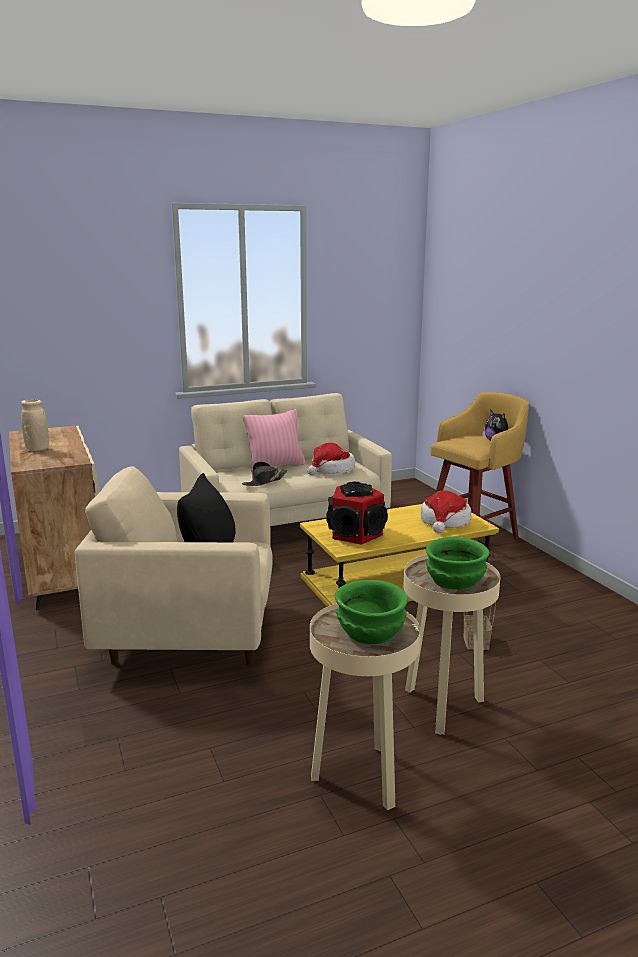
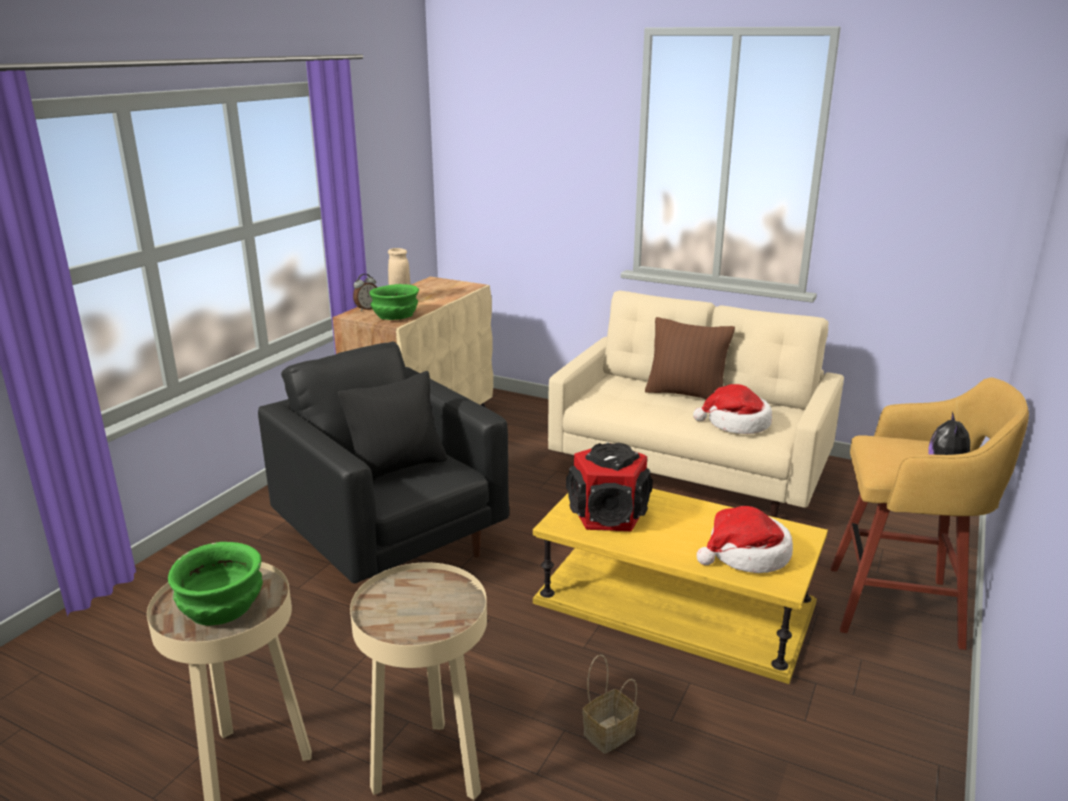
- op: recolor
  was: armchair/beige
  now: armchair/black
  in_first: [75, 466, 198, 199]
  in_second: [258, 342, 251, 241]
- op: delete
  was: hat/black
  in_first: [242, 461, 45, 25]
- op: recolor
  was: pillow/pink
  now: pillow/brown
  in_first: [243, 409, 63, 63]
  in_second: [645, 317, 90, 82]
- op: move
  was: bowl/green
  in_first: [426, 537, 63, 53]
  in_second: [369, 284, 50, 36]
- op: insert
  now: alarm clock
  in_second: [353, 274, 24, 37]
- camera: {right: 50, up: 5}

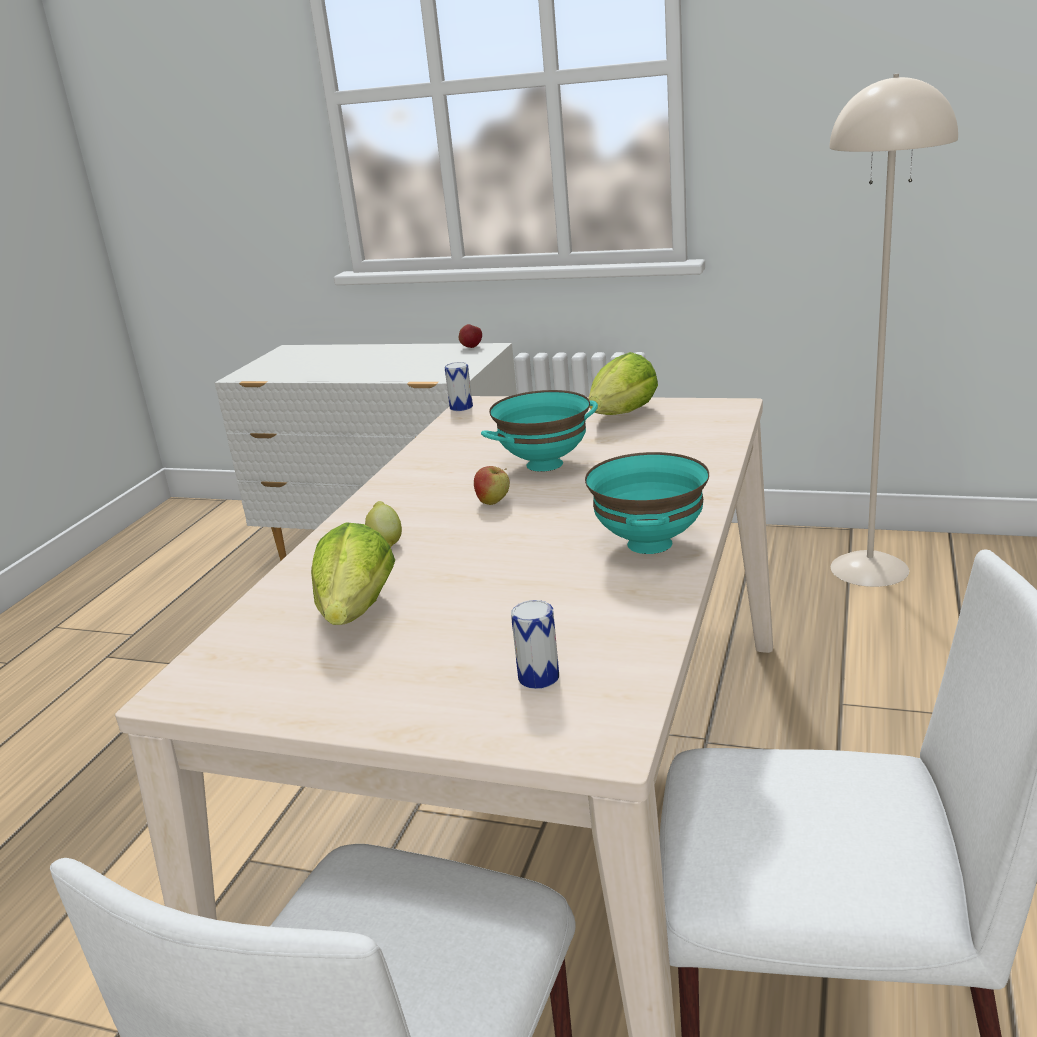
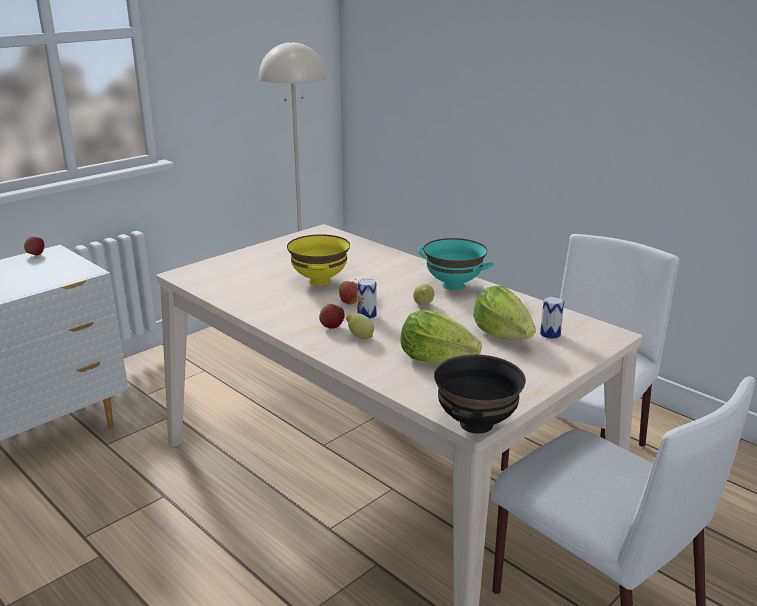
- op: move
  was: can
  in_first: [444, 362, 29, 49]
  in_second: [357, 279, 20, 40]
- op: recolor
  was: bowl/turquoise
  now: bowl/yellow
  in_first: [481, 390, 117, 82]
  in_second: [287, 234, 63, 52]
- op: move
  was: lettuce
  in_first: [588, 352, 70, 63]
  in_second: [473, 286, 63, 54]
- op: insert
  now: apple
  in_second: [319, 304, 26, 25]
- op: insert
  now: lemon
  in_second: [413, 284, 21, 21]
- op: insert
  now: bowl/black
  in_second: [434, 354, 92, 80]
- camera: {right: -65, up: 0}

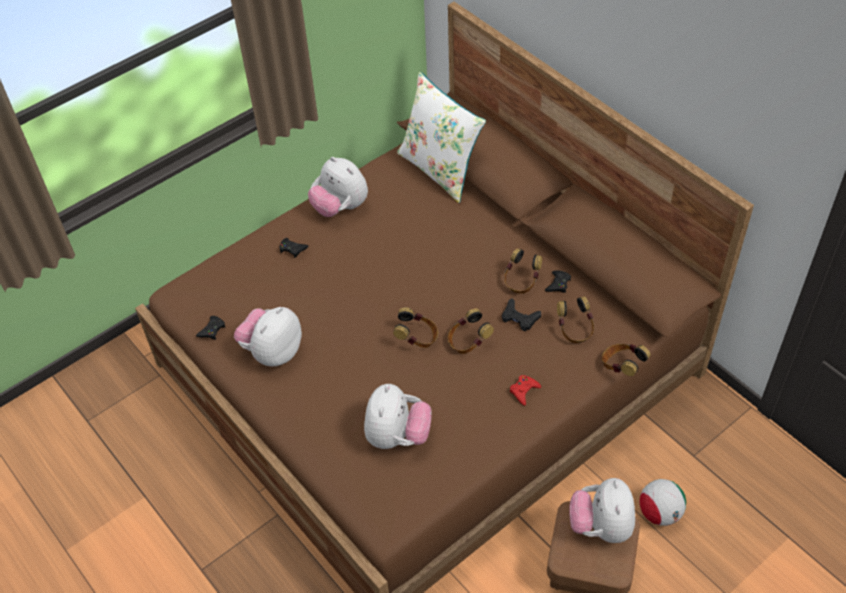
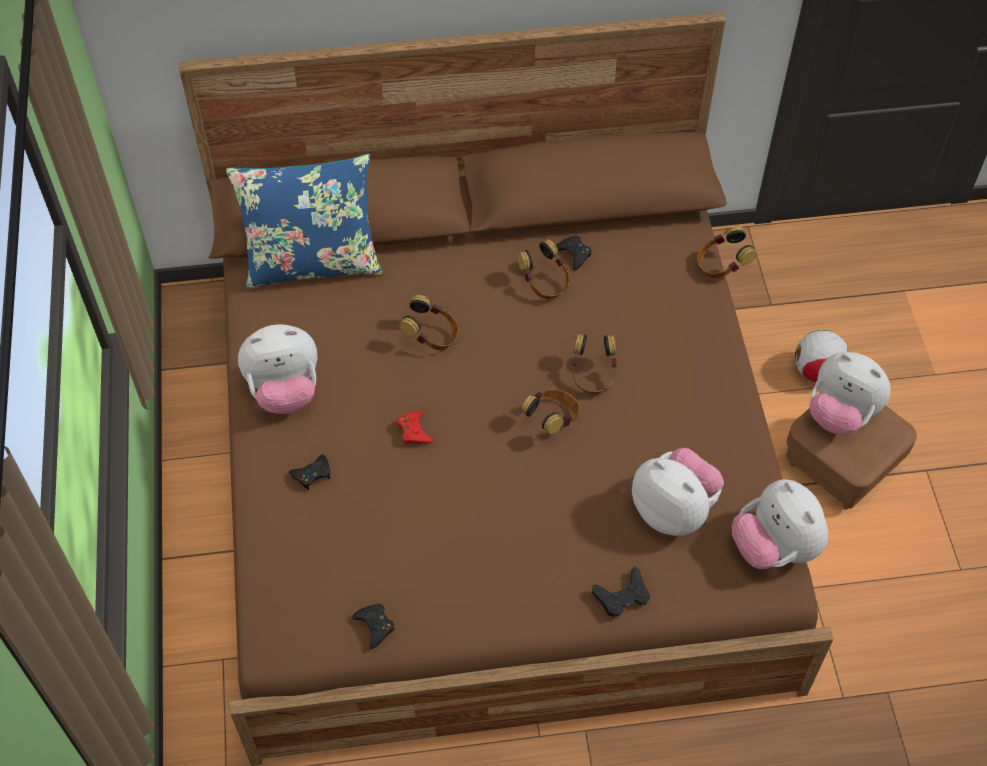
- op: move
  was: plush toy
  in_first: [234, 307, 68, 59]
  in_second: [732, 479, 96, 90]
- op: recolor
  was: pillow/white
  now: pillow/blue
  in_first: [397, 72, 89, 131]
  in_second: [226, 154, 157, 135]
- op: move
  was: game controller/black
  in_first: [502, 298, 39, 33]
  in_second: [592, 566, 58, 52]
- op: move
  was: game controller/red
  in_first: [510, 375, 31, 31]
  in_second: [397, 411, 37, 33]
- op: move
  was: headphones
  in_first: [557, 296, 37, 47]
  in_second: [399, 295, 60, 55]
- camera: {right: -60, up: 5}

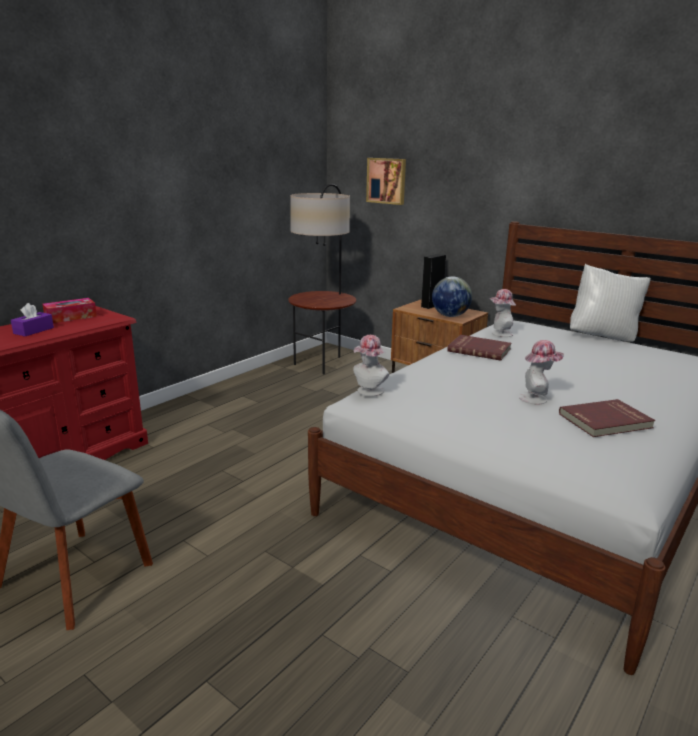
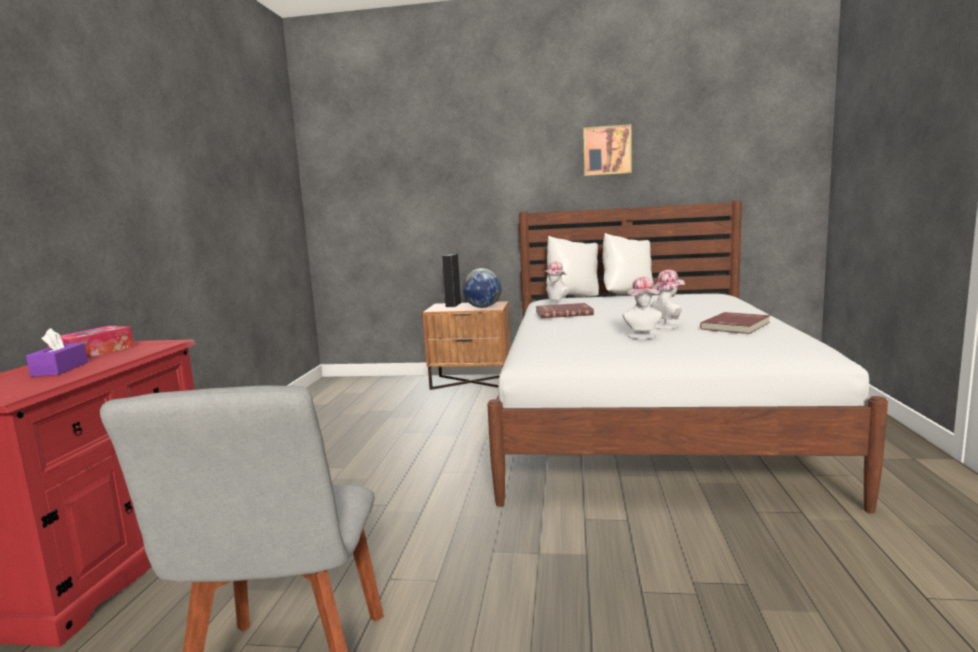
- op: delete
  was: floor lamp
  in_first: [288, 184, 68, 190]
- op: move
  was: hat
  in_first: [353, 335, 36, 61]
  in_second: [622, 277, 40, 62]
- op: move
  was: picture
  in_first: [366, 158, 40, 47]
  in_second: [583, 124, 49, 52]
- op: insert
  now: pillow/white
  in_second: [546, 236, 53, 60]
- camera: {right: -30, up: -10}

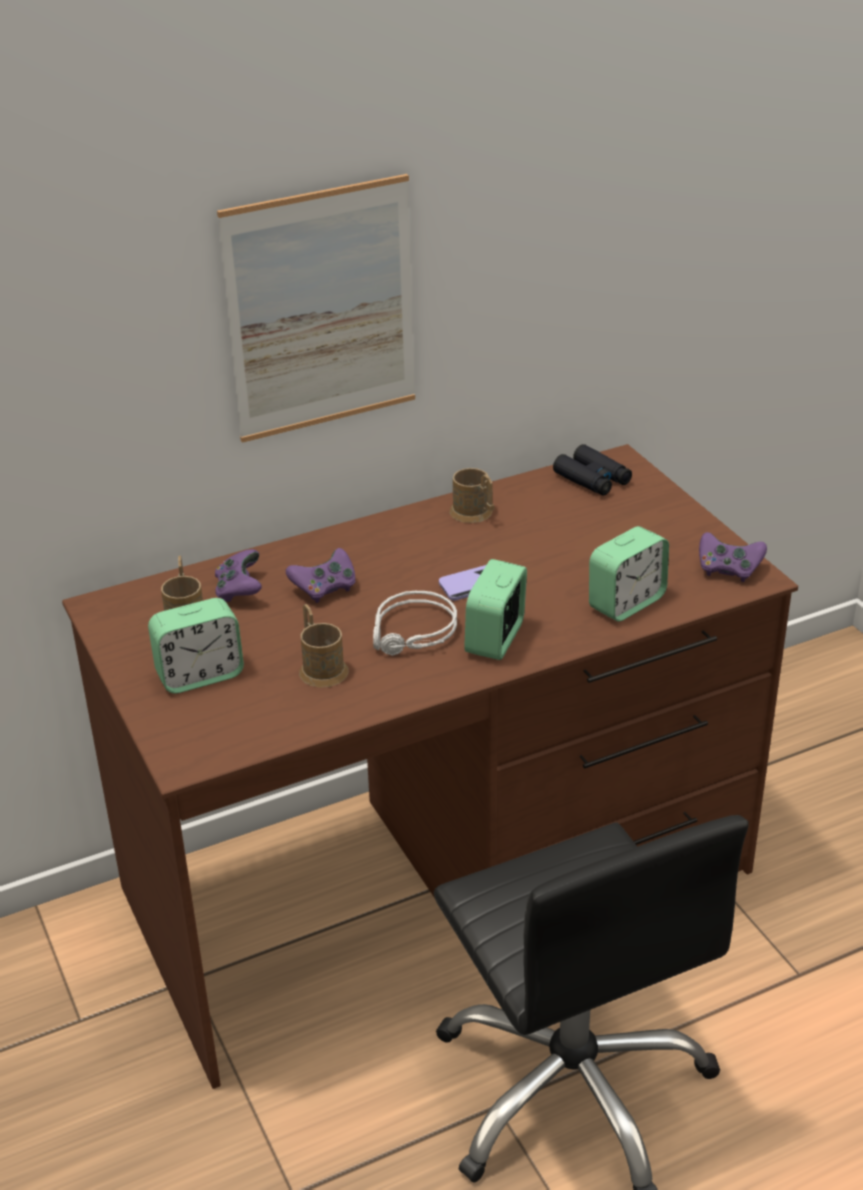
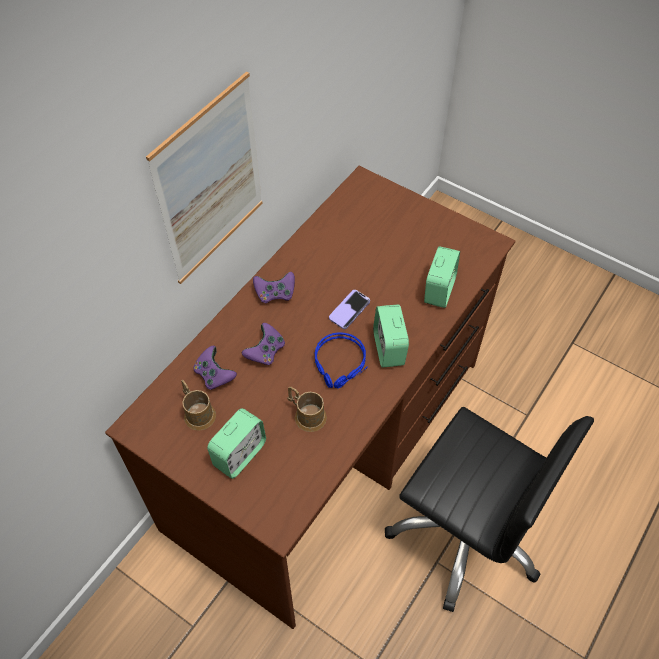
- op: recolor
  was: headphones/grey
  now: headphones/blue
  in_first: [373, 591, 84, 65]
  in_second: [315, 332, 53, 56]
- op: delete
  was: mug/brown
  in_first: [449, 468, 45, 55]
- op: delete
  was: binoculars/black
  in_first: [553, 444, 79, 52]
- op: move
  was: game controller/purple
  in_first: [699, 532, 68, 50]
  in_second: [253, 272, 42, 32]
- camera: {right: -30, up: 20}

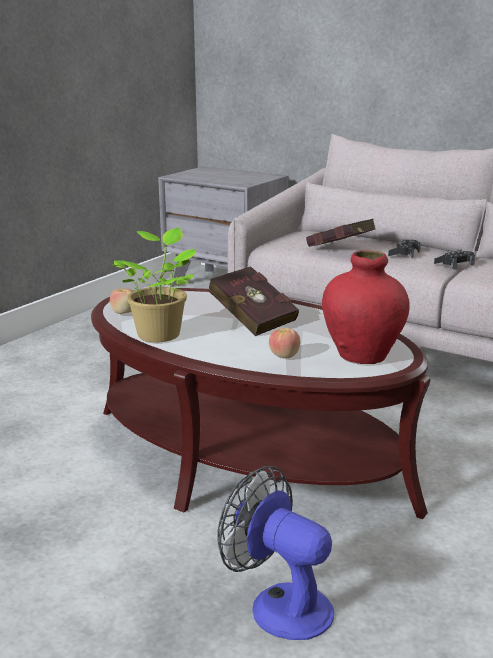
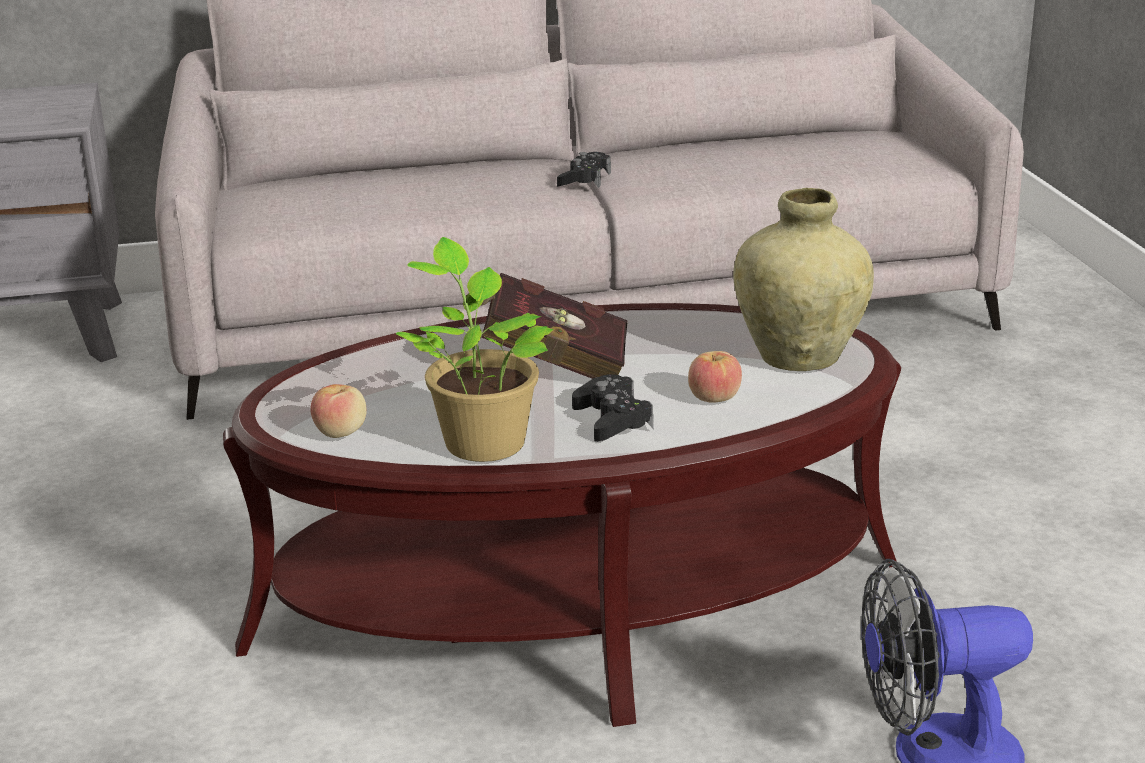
- op: delete
  was: book/red
  in_first: [306, 219, 70, 28]
- op: recolor
  was: vase/red
  now: vase/beige
  in_first: [322, 250, 88, 114]
  in_second: [733, 188, 141, 183]
- op: move
  was: game controller/black
  in_first: [388, 239, 33, 19]
  in_second: [572, 374, 81, 68]
- camera: {right: -45, up: 5}

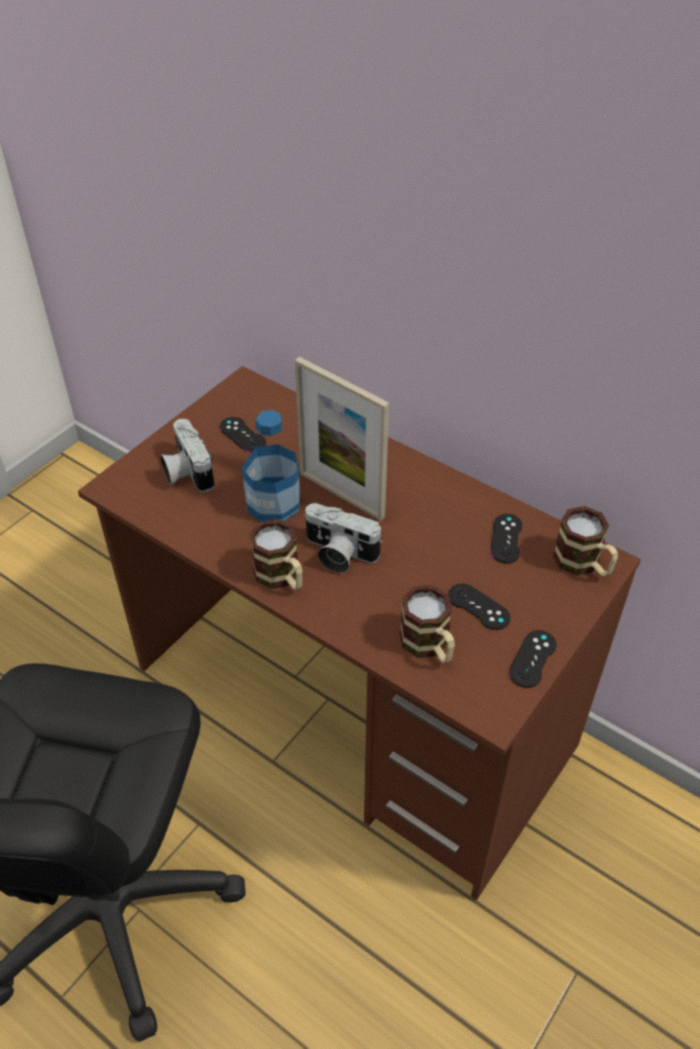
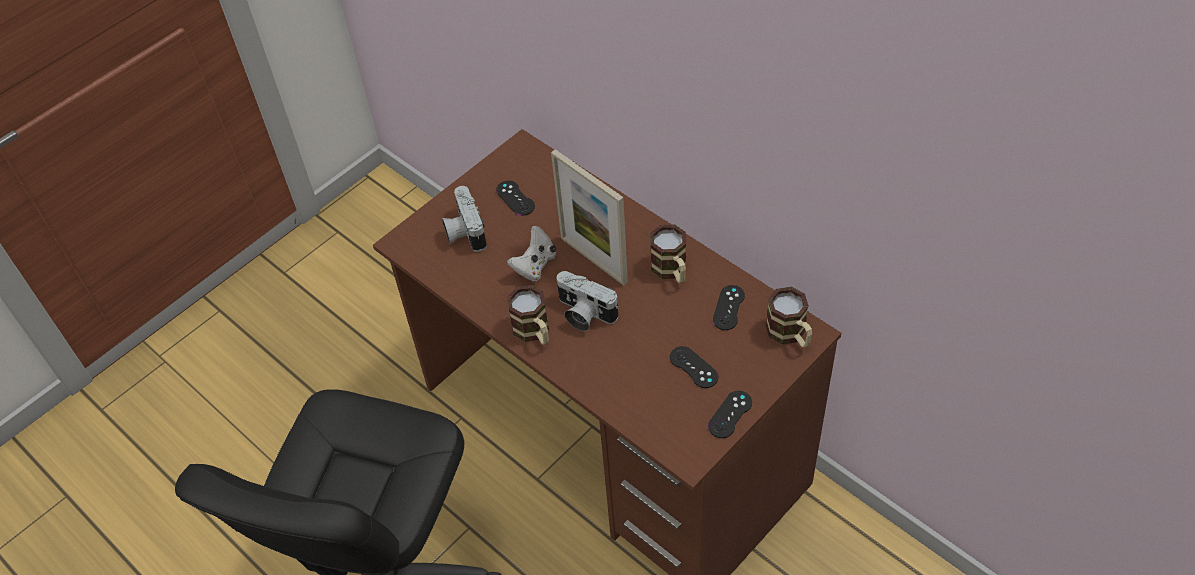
- op: replace
  was: bottle
  now: game controller/white
  in_first: [242, 410, 58, 112]
  in_second: [507, 226, 49, 55]
- op: move
  was: mug
  in_first: [400, 585, 55, 79]
  in_second: [650, 224, 36, 60]
- camera: {right: 10, up: 5}

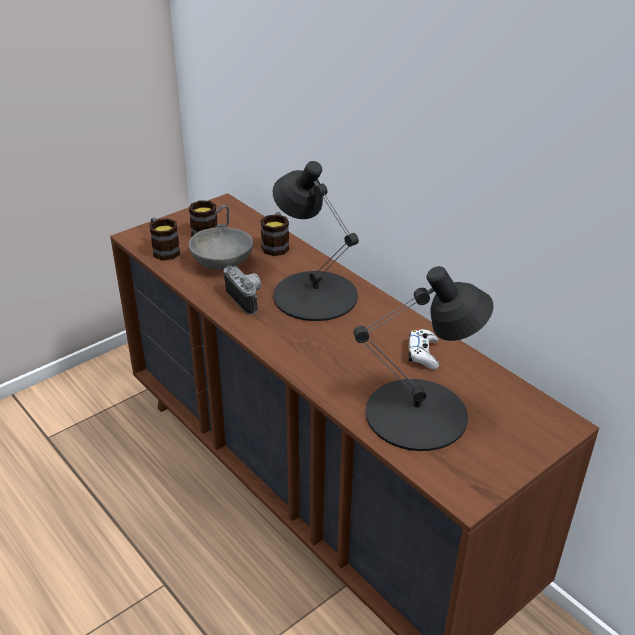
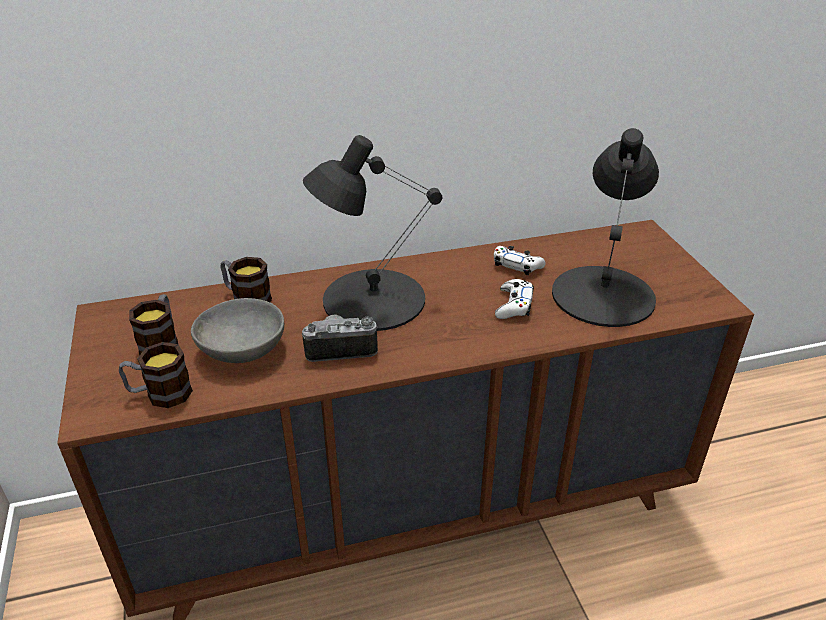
- op: insert
  now: game controller/white
  in_second: [495, 279, 39, 40]
- camera: {right: -65, up: 0}

